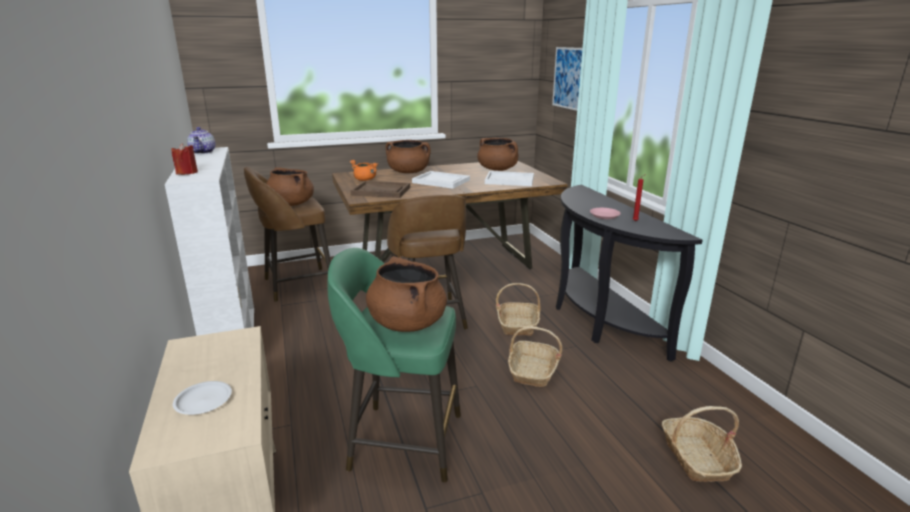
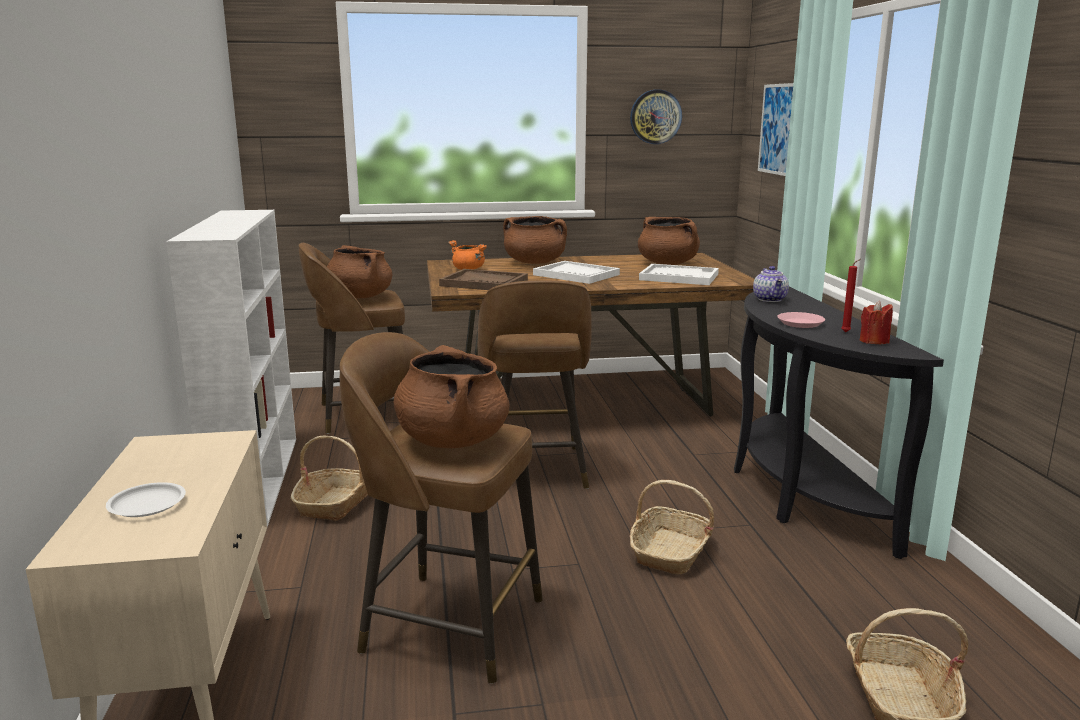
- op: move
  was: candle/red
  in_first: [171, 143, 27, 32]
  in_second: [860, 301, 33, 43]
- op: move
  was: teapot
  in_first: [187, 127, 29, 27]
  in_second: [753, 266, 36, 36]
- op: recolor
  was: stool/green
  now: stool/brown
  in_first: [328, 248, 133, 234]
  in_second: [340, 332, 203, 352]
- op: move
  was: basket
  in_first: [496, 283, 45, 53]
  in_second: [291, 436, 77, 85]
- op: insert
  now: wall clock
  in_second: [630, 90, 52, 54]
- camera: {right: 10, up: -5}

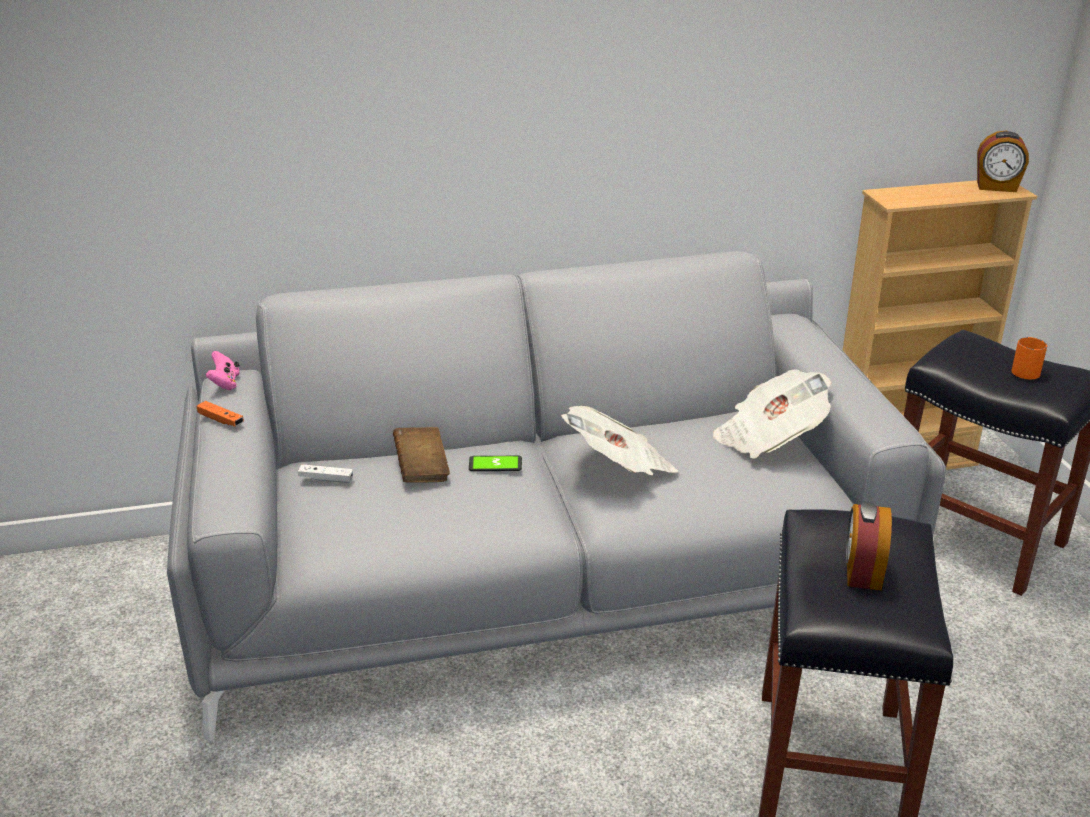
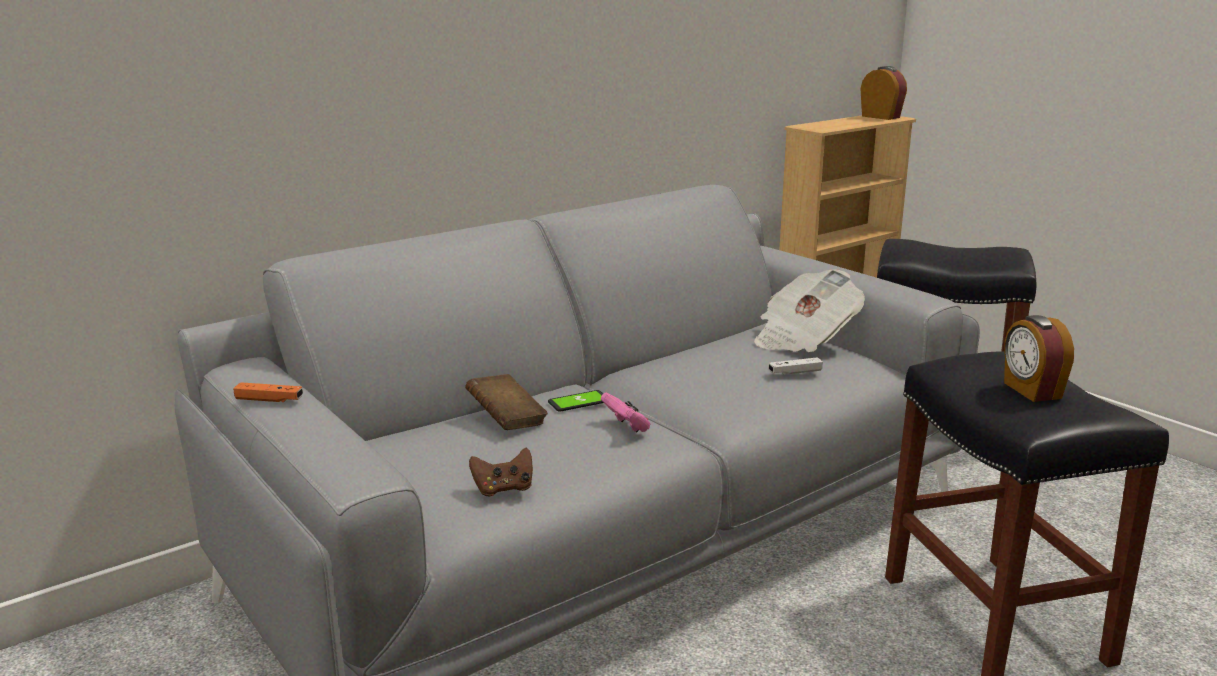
- op: move
  was: game controller/pink
  in_first: [206, 351, 34, 39]
  in_second: [601, 393, 49, 39]
- op: move
  was: game controller/white
  in_first: [298, 464, 55, 19]
  in_second: [769, 357, 54, 18]
- op: delete
  was: newspaper
  in_first: [561, 406, 117, 69]
- op: rotate
  was: alarm clock
  in_first: [977, 131, 52, 61]
  in_second: [860, 66, 47, 54]
  clockwise: -120
- op: delete
  was: mug/orange
  in_first: [1011, 337, 36, 42]
- op: insert
  now: game controller/brown
  in_second: [469, 448, 64, 48]
- camera: {right: -25, up: -10}

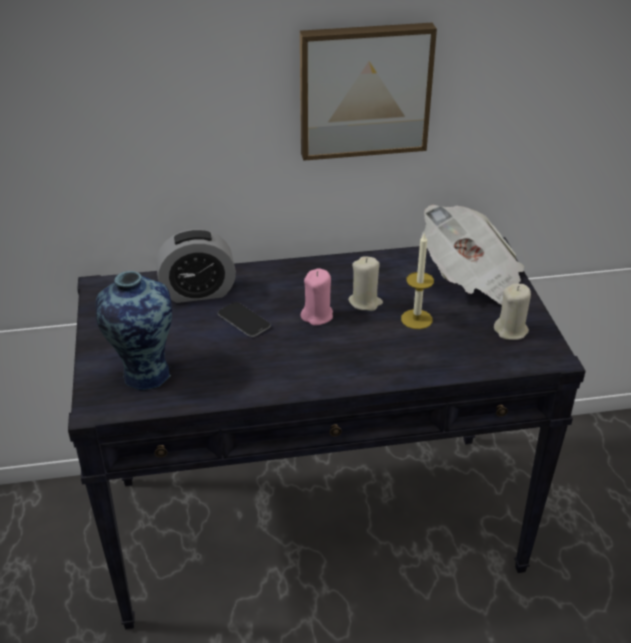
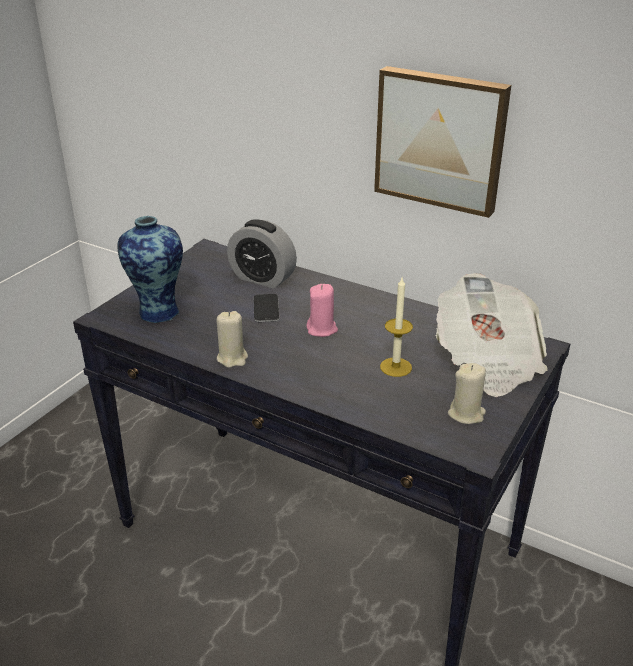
- op: move
  was: candle/beige
  in_first: [348, 256, 35, 55]
  in_second: [216, 311, 32, 57]
- camera: {right: 40, up: -5}

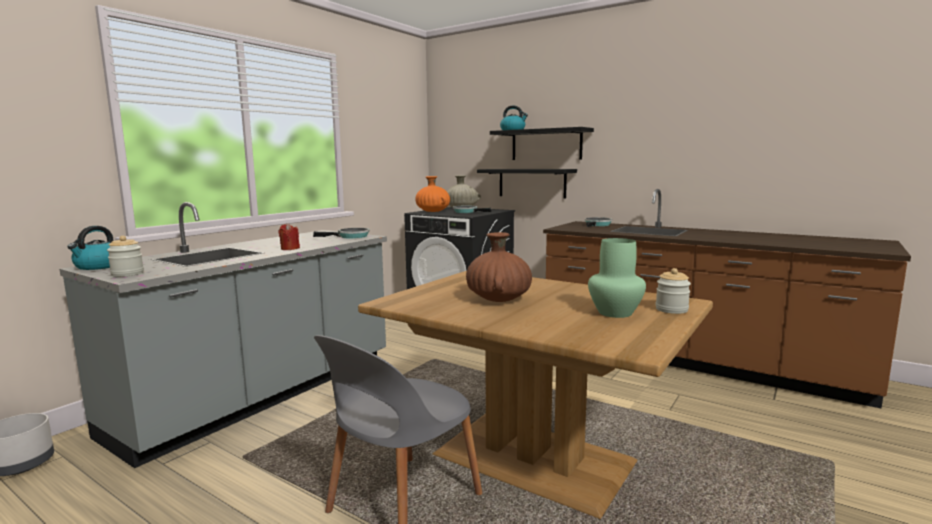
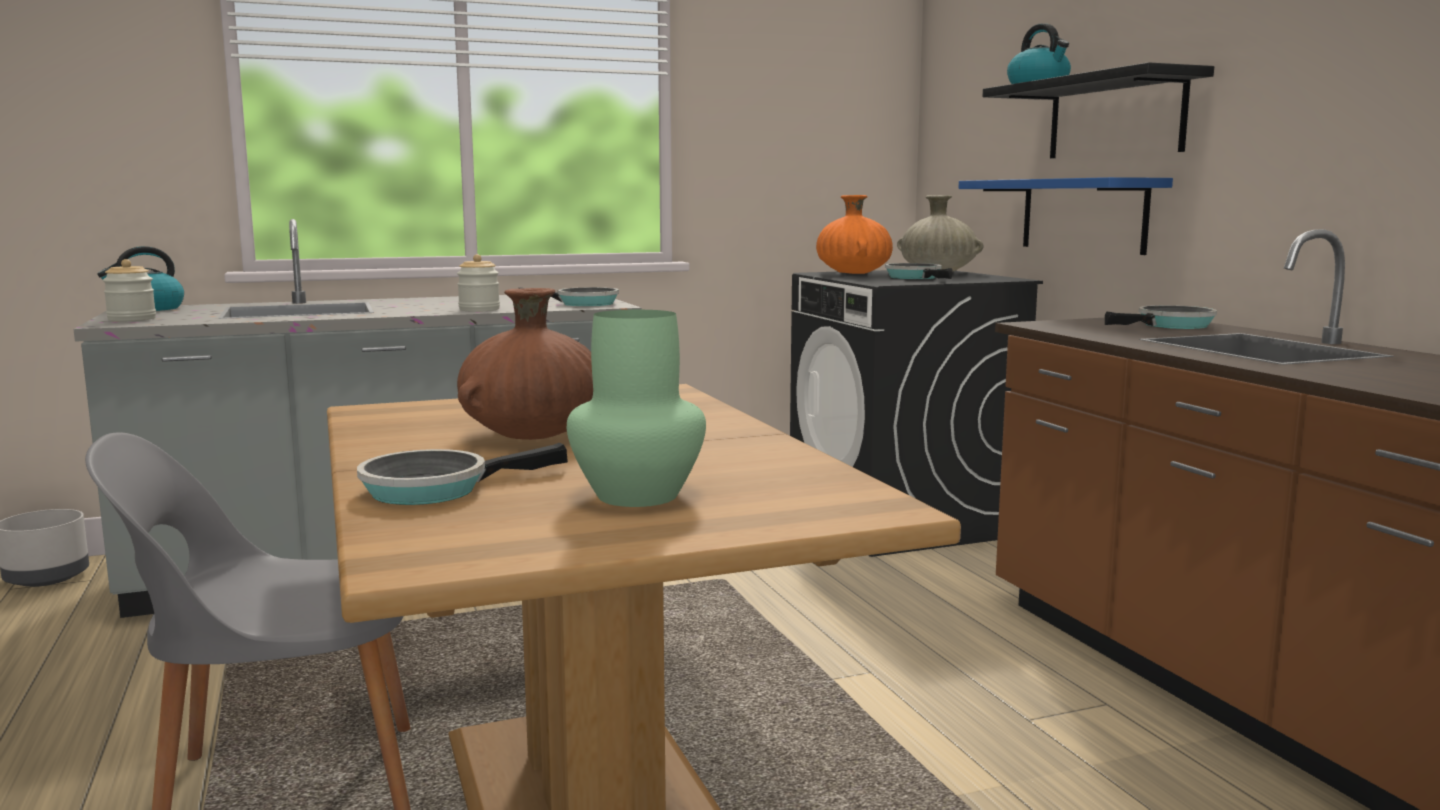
- op: delete
  was: candle/red
  in_first: [278, 223, 22, 27]
- op: recolor
  was: shelf/black
  now: shelf/blue
  in_first: [477, 169, 100, 30]
  in_second: [958, 177, 215, 78]
- op: move
  was: jar
  in_first: [656, 268, 35, 46]
  in_second: [457, 254, 43, 58]
- op: insert
  now: frying pan
  in_second: [357, 443, 211, 62]
- camera: {right: 35, up: 0}

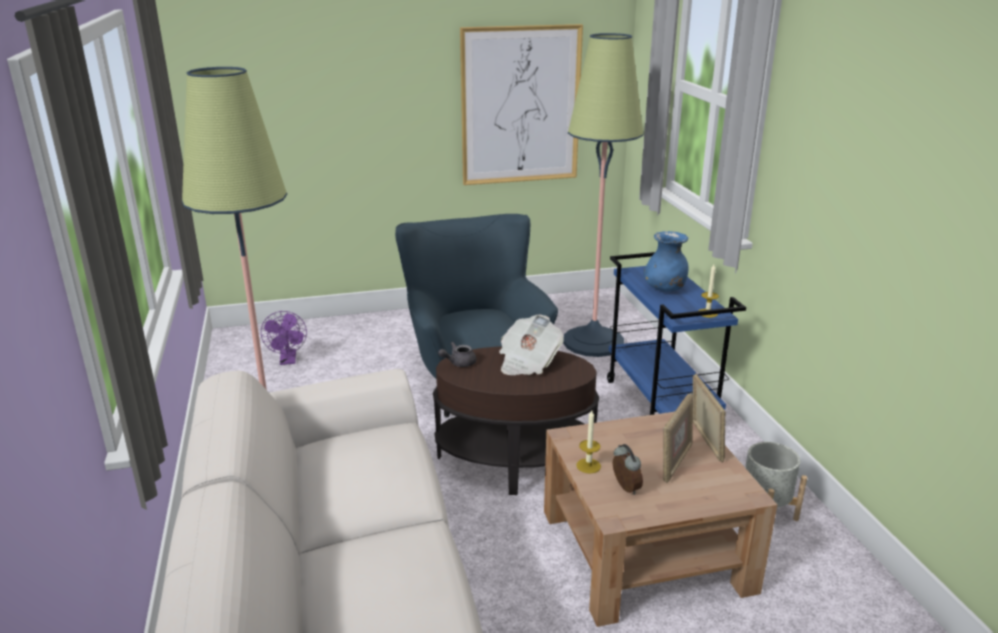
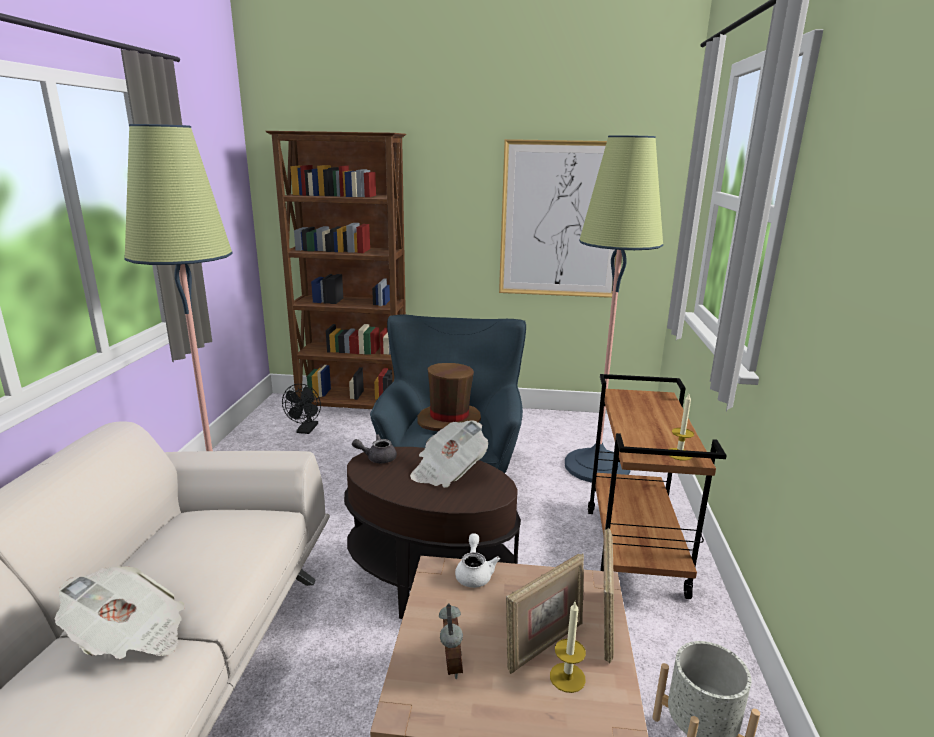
- op: recolor
  was: fan/purple
  now: fan/black
  in_first: [261, 311, 46, 54]
  in_second: [282, 384, 39, 50]
- op: move
  was: candle
  in_first: [576, 411, 25, 63]
  in_second: [550, 602, 36, 91]
- op: recolor
  was: cart/blue
  now: cart/brown
  in_first: [607, 252, 139, 163]
  in_second: [588, 374, 139, 225]
- op: delete
  was: vase/blue
  in_first: [643, 231, 46, 61]
- op: insert
  now: newspaper
  in_second: [54, 566, 130, 93]
- op: insert
  now: bookcase/brown
  in_second: [265, 131, 141, 278]
- op: insert
  now: hat/brown
  in_second: [417, 363, 64, 68]
- op: insert
  now: teapot/white
  in_second: [455, 533, 45, 55]
- camera: {right: 20, up: -5}

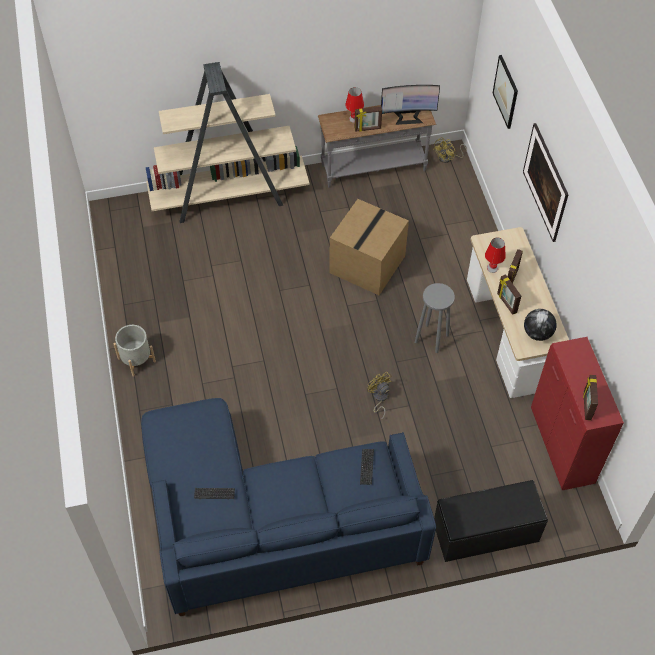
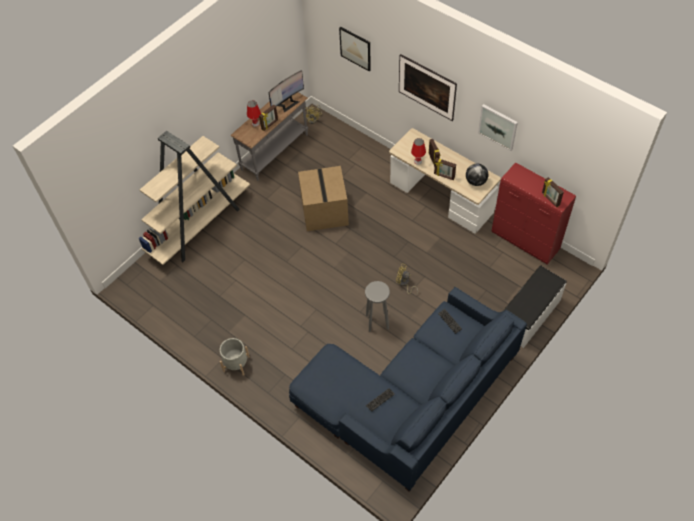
- op: move
  was: stool/grey
  in_first: [415, 283, 40, 70]
  in_second: [365, 281, 25, 51]
- op: recolor
  was: bench/black
  now: bench/white
  in_first: [434, 480, 114, 82]
  in_second: [503, 265, 64, 83]
- op: insert
  now: picture
  in_second: [478, 104, 40, 47]
- camera: {right: -35, up: 0}

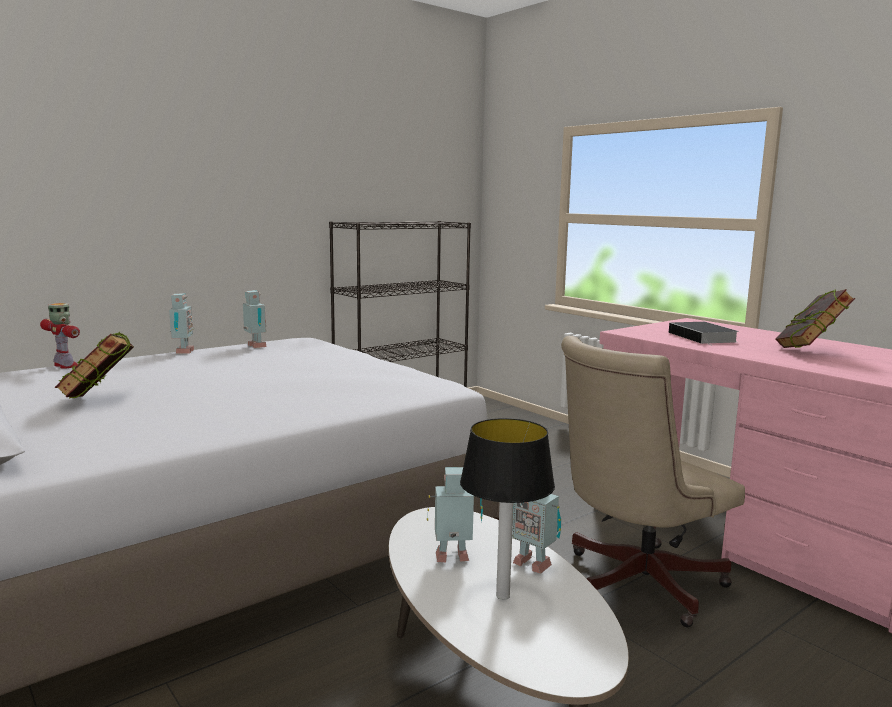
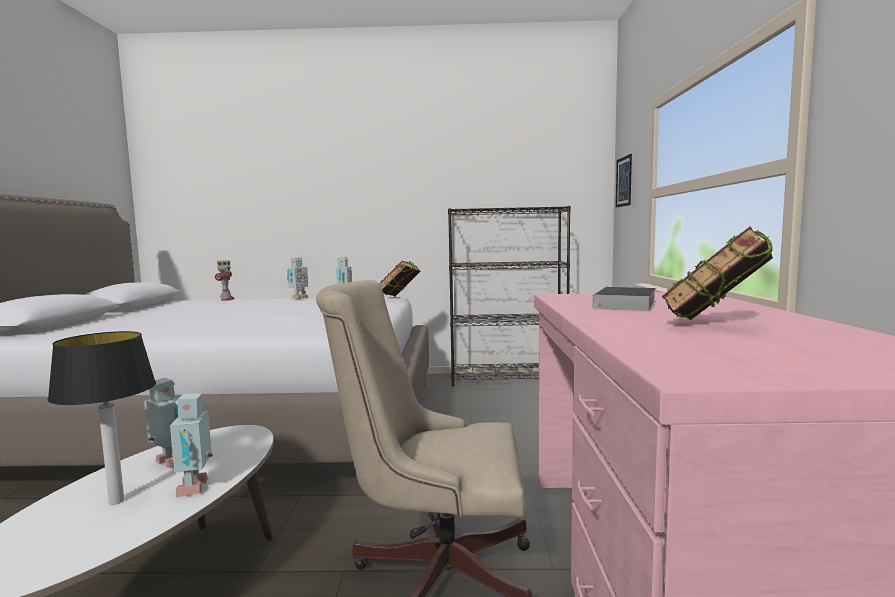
- op: move
  was: book
  in_first: [55, 332, 79, 66]
  in_second: [379, 261, 41, 35]
- op: insert
  now: picture
  in_second: [616, 154, 16, 53]
- camera: {right: 40, up: -5}

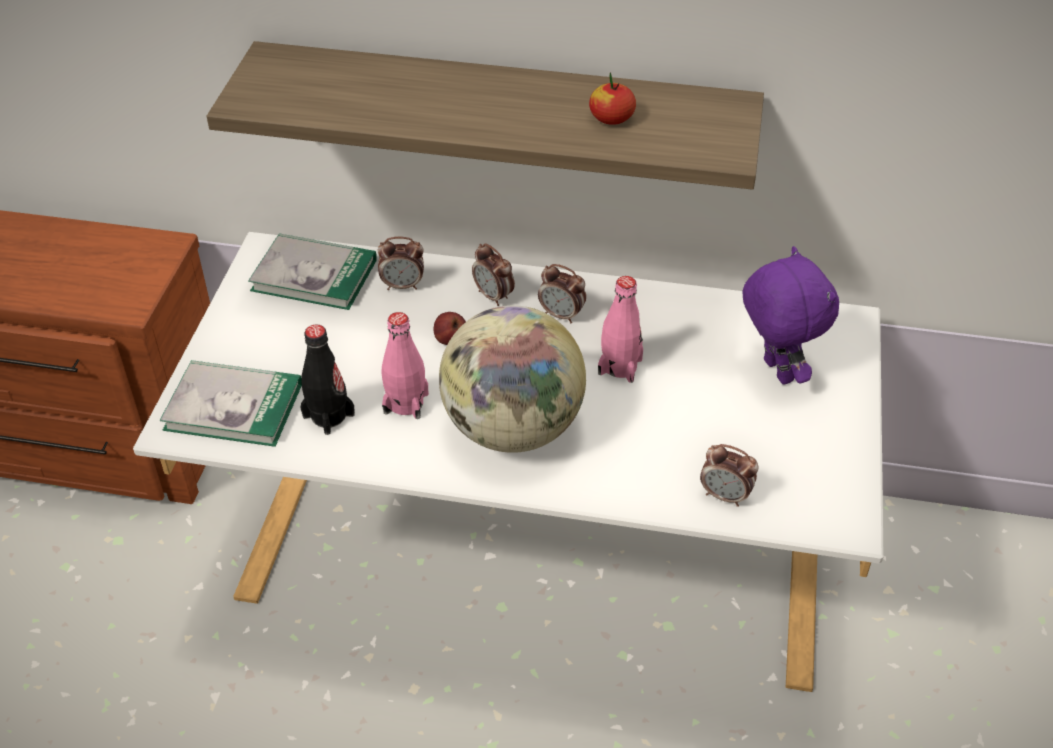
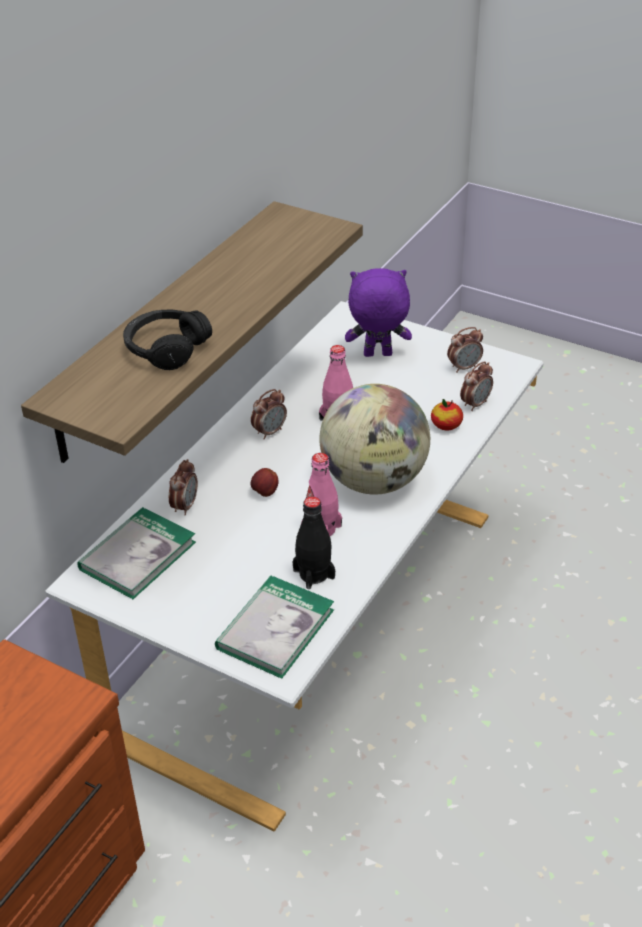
- op: move
  was: alarm clock
  in_first: [472, 243, 43, 63]
  in_second: [447, 327, 36, 46]
- op: move
  was: apple
  in_first: [589, 72, 47, 53]
  in_second: [431, 399, 32, 32]
- op: insert
  now: headphones/black
  in_second: [123, 309, 89, 61]
- camera: {right: -70, up: -5}

